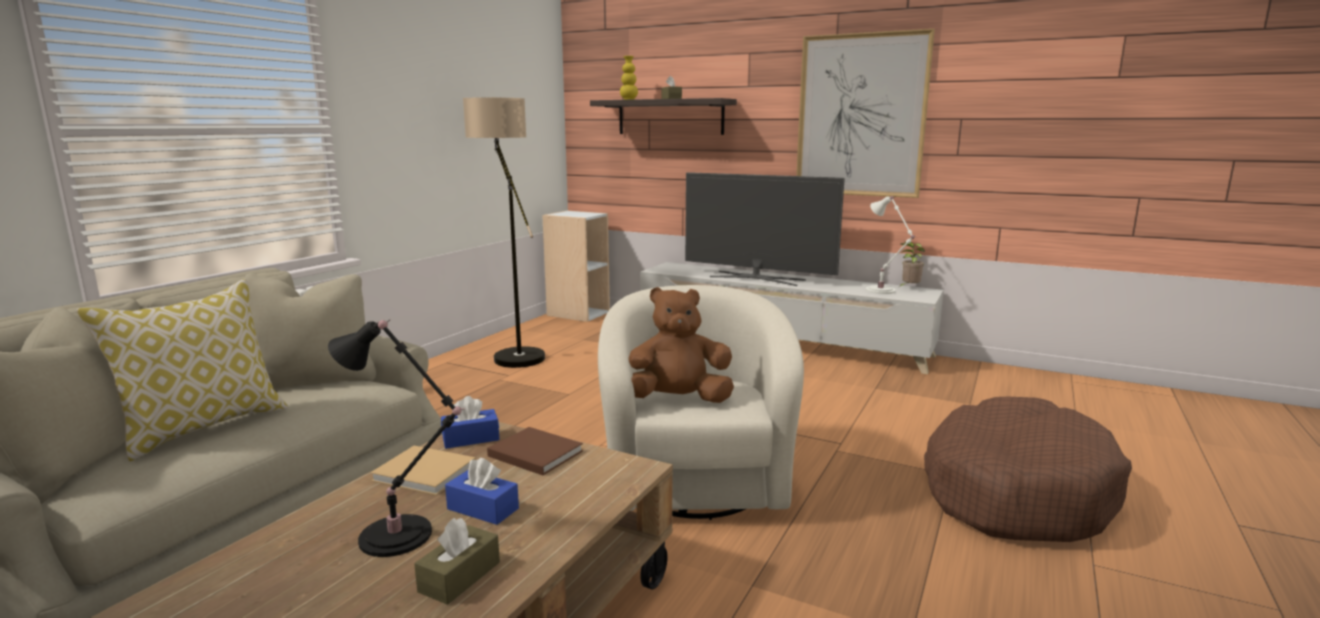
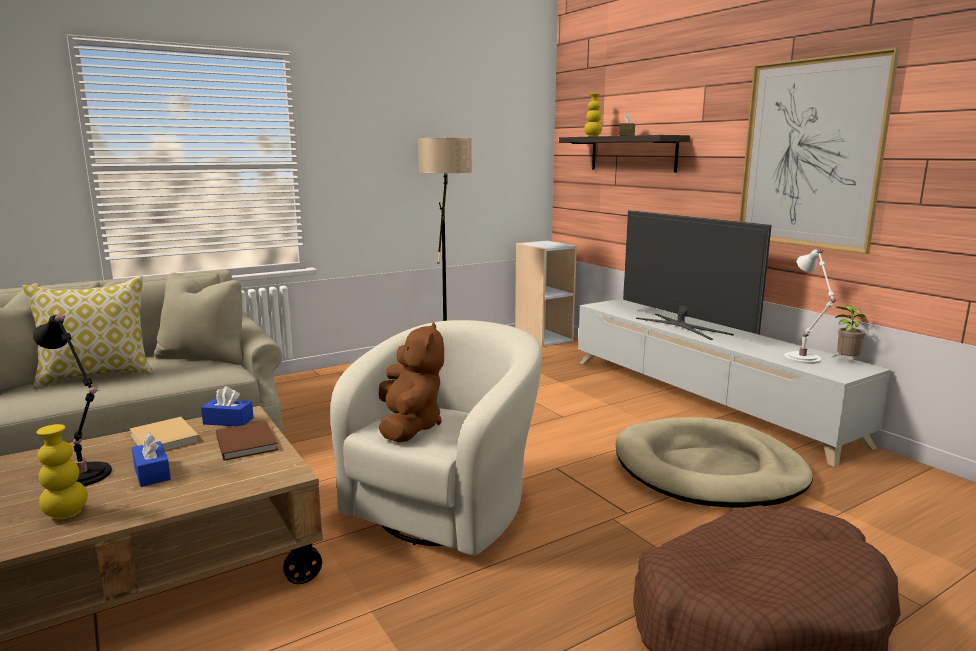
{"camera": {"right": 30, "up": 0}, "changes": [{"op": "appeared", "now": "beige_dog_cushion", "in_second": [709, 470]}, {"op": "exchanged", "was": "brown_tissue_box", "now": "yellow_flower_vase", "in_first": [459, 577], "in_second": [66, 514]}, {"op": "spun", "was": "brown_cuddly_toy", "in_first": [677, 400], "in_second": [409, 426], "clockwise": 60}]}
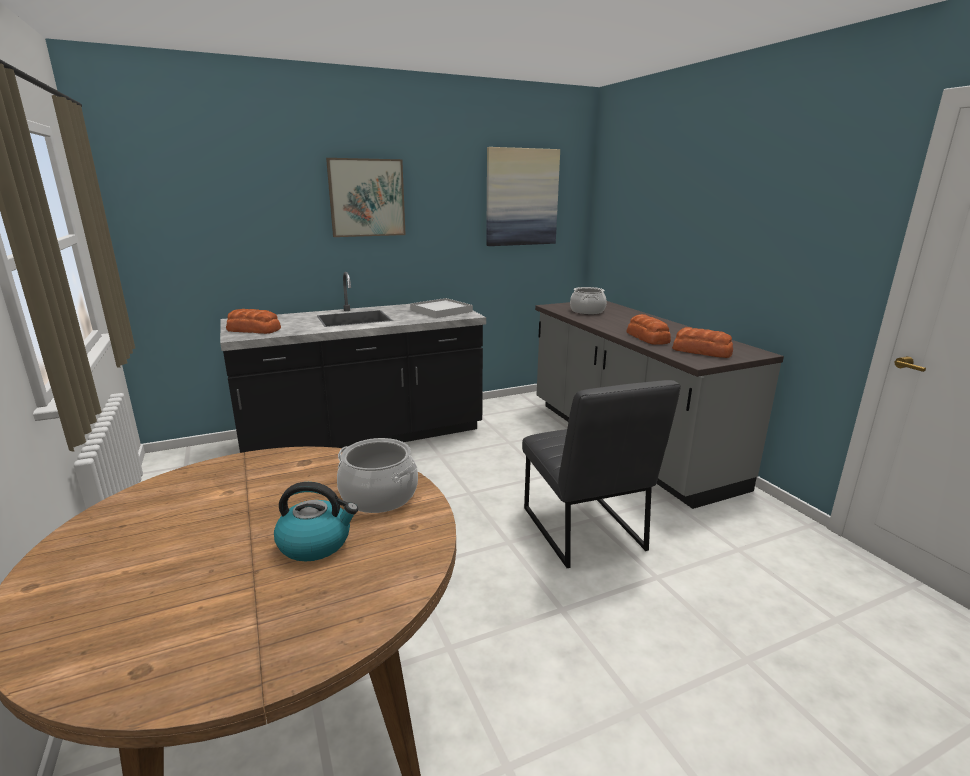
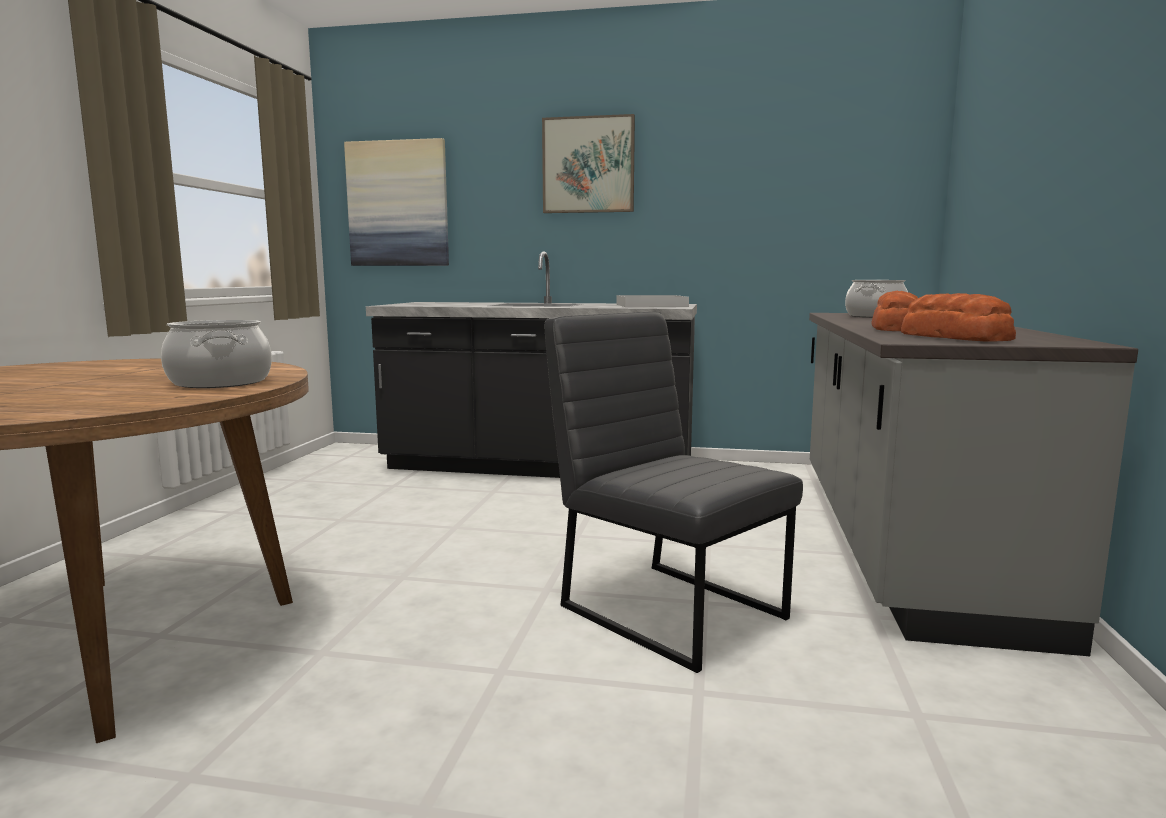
{"camera": {"right": 35, "up": -10}, "changes": [{"op": "missing", "was": "bakery_bread", "in_first": [253, 330]}, {"op": "missing", "was": "kettle", "in_first": [316, 543]}, {"op": "relocated", "was": "wall_art", "in_first": [521, 197], "in_second": [398, 204]}, {"op": "spun", "was": "gray_chair", "in_first": [583, 530], "in_second": [668, 609], "clockwise": 120}]}
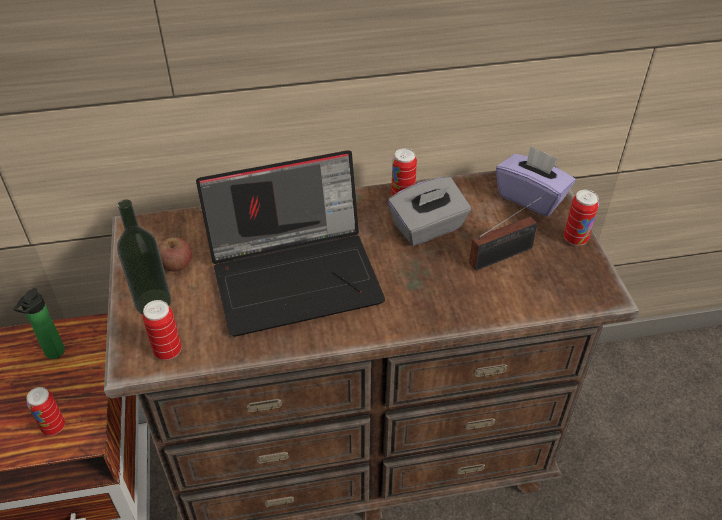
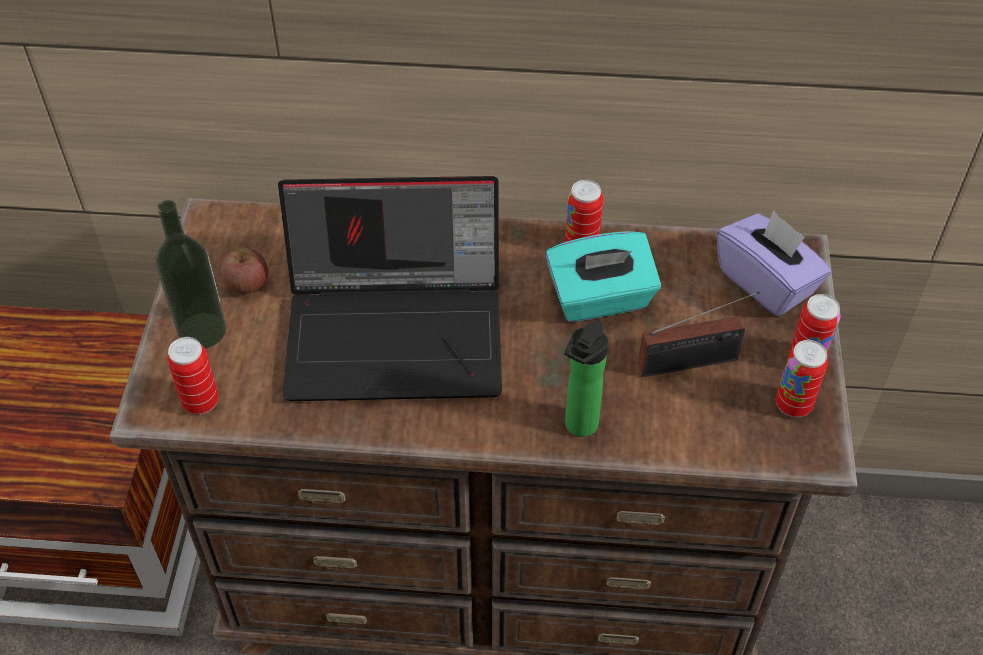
{"camera": {"right": 15, "up": 5}, "changes": [{"op": "relocated", "was": "drink_bottle", "in_first": [53, 354], "in_second": [578, 427]}, {"op": "relocated", "was": "can", "in_first": [53, 426], "in_second": [793, 405]}, {"op": "colour", "was": "gray_tissue_box", "now": "turquoise-coloured_tissue_box", "in_first": [428, 228], "in_second": [600, 299]}]}
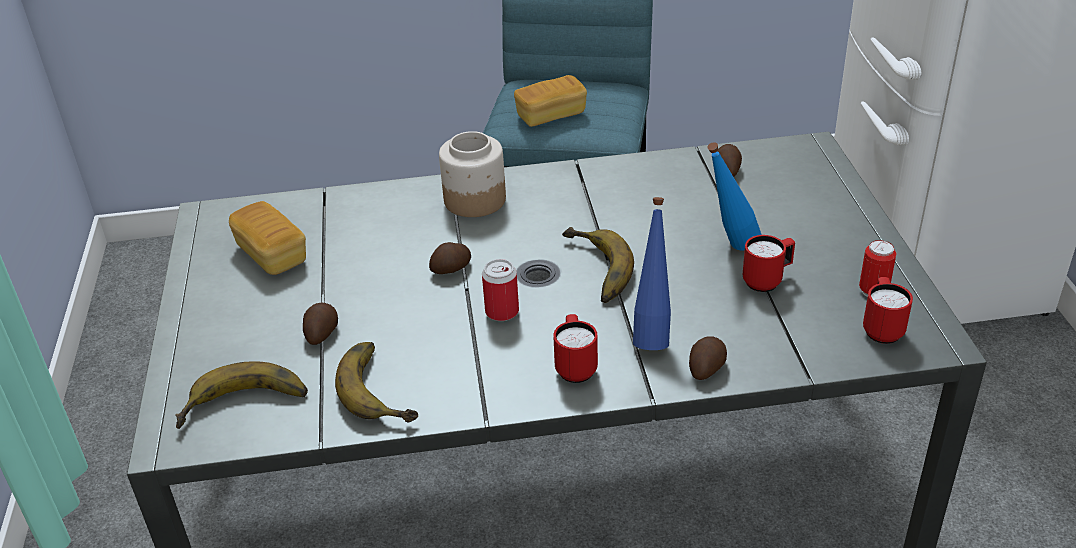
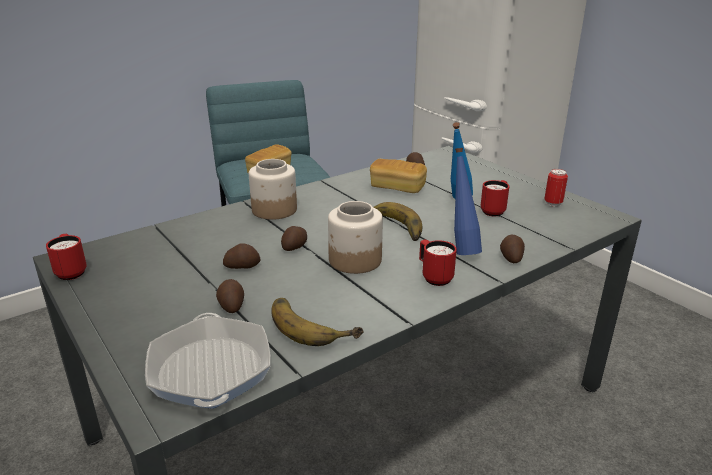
{"camera": {"right": -30, "up": -10}, "changes": [{"op": "appeared", "now": "spud", "in_second": [242, 266]}, {"op": "relocated", "was": "bakery_bread", "in_first": [272, 254], "in_second": [397, 187]}, {"op": "relocated", "was": "red-coloured_coffee_mug", "in_first": [881, 328], "in_second": [71, 271]}, {"op": "exchanged", "was": "banana", "now": "pan", "in_first": [245, 408], "in_second": [210, 370]}, {"op": "exchanged", "was": "can", "now": "preserve_jar", "in_first": [502, 311], "in_second": [355, 260]}]}
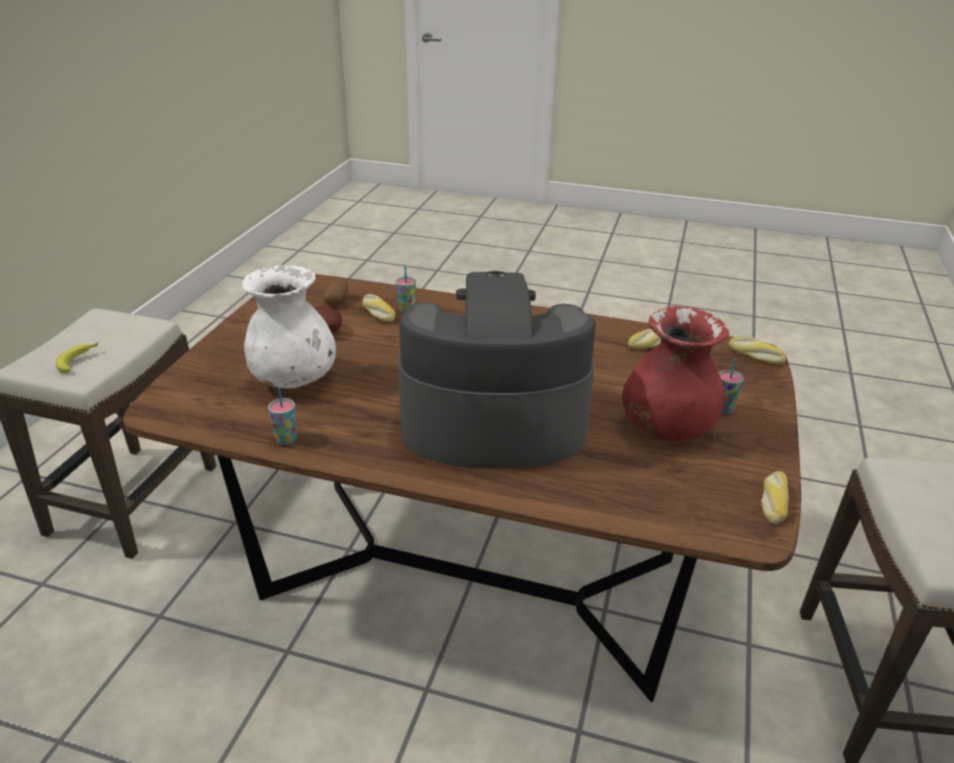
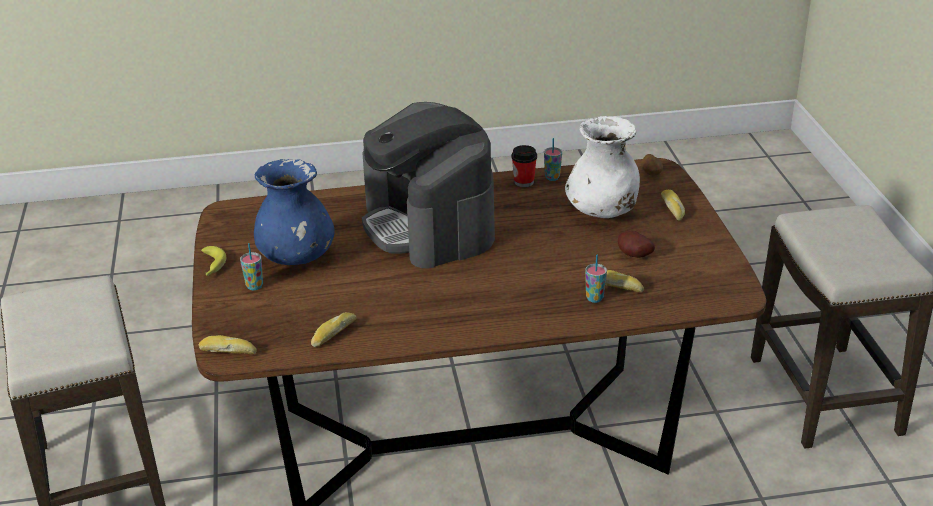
{"camera": {"right": 155, "up": 0}, "changes": [{"op": "appeared", "now": "small_cup", "in_second": [524, 182]}, {"op": "relocated", "was": "banana", "in_first": [79, 360], "in_second": [211, 266]}, {"op": "relocated", "was": "spud", "in_first": [336, 302], "in_second": [651, 174]}, {"op": "relocated", "was": "bakery_bread", "in_first": [772, 501], "in_second": [673, 209]}, {"op": "colour", "was": "red-coloured_flower_vase", "now": "blue_flower_vase", "in_first": [666, 429], "in_second": [297, 257]}, {"op": "spun", "was": "coffee_maker", "in_first": [491, 421], "in_second": [429, 226], "clockwise": 90}]}
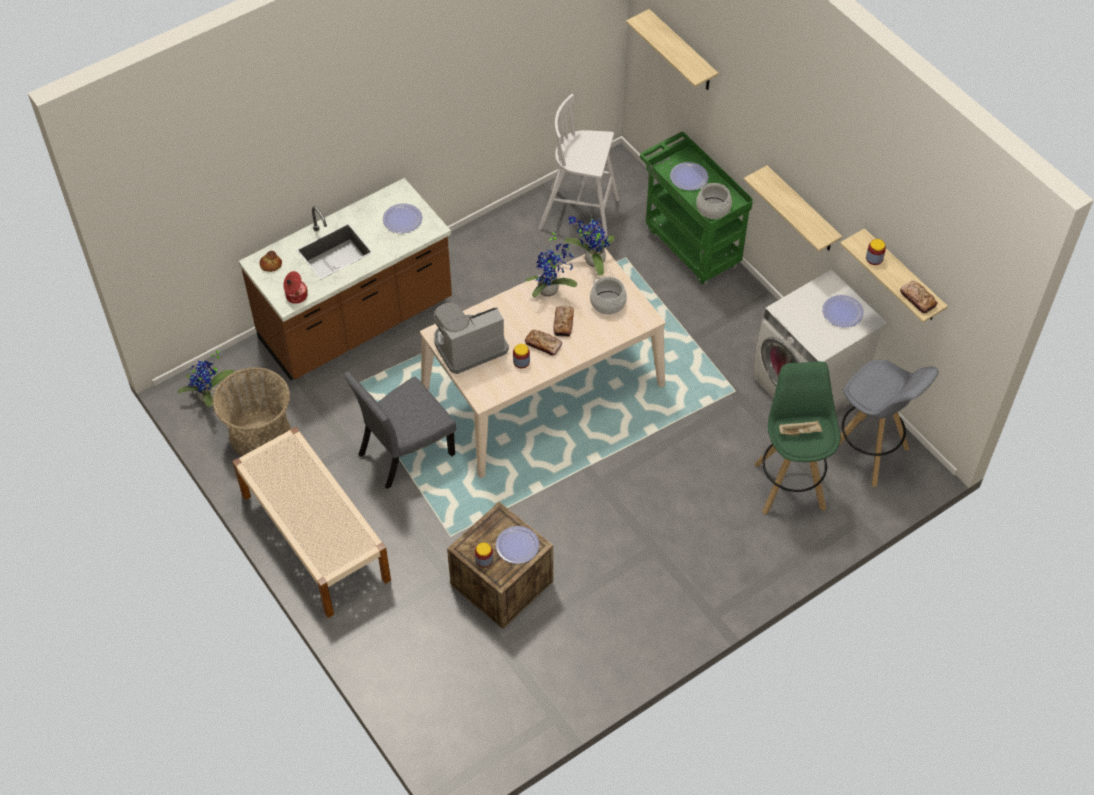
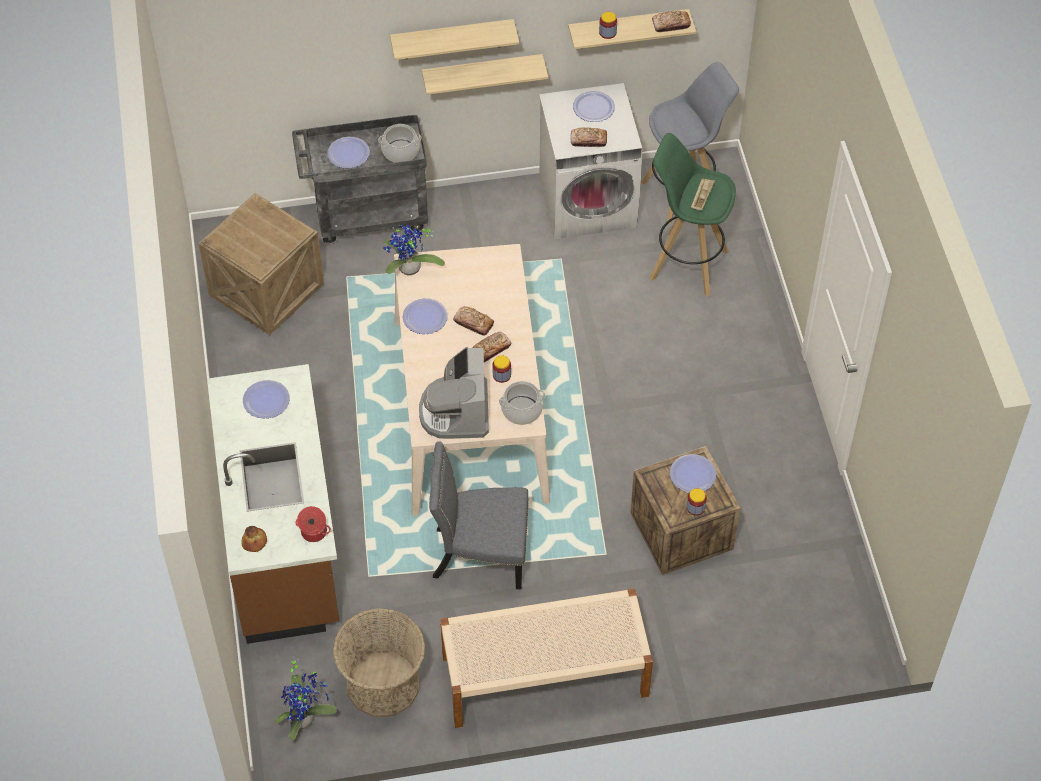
{"camera": {"right": -65, "up": 0}, "changes": [{"op": "appeared", "now": "bakery_bread", "in_second": [588, 140]}, {"op": "relocated", "was": "cooking_pot", "in_first": [608, 303], "in_second": [522, 410]}, {"op": "relocated", "was": "bracket_shelf", "in_first": [682, 52], "in_second": [452, 39]}, {"op": "exchanged", "was": "plant_in_a_pot", "now": "flat_dish", "in_first": [551, 290], "in_second": [425, 317]}, {"op": "exchanged", "was": "white-coloured_sitting_stool", "now": "crate", "in_first": [580, 214], "in_second": [265, 291]}, {"op": "colour", "was": "green_cart", "now": "black-coloured_cart", "in_first": [688, 247], "in_second": [366, 222]}, {"op": "spun", "was": "gray_chair", "in_first": [406, 451], "in_second": [481, 555], "clockwise": 105}]}
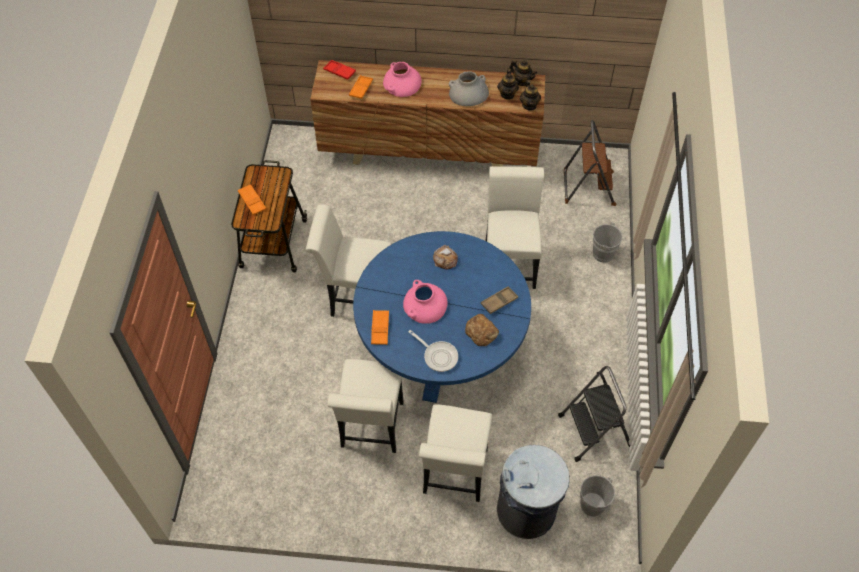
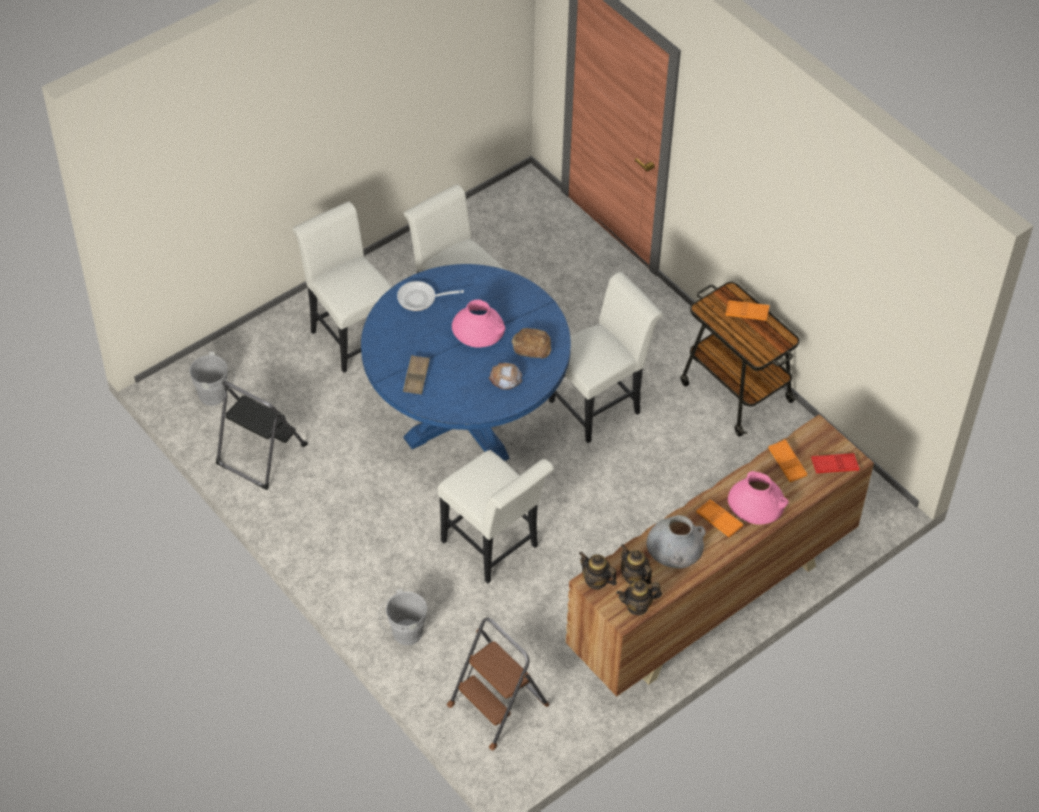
{"camera": {"right": 135, "up": -5}, "changes": [{"op": "missing", "was": "gray_waste_bin", "in_first": [526, 511]}, {"op": "relocated", "was": "orangey_serving_tray", "in_first": [380, 329], "in_second": [719, 520]}, {"op": "relocated", "was": "bakery_bread", "in_first": [481, 332], "in_second": [531, 346]}]}
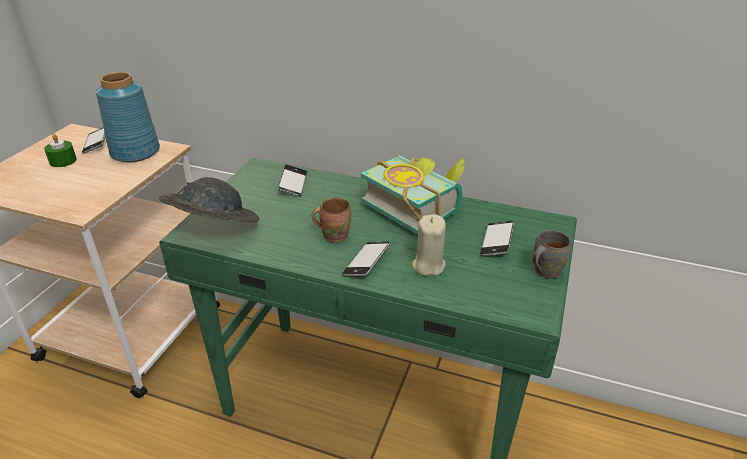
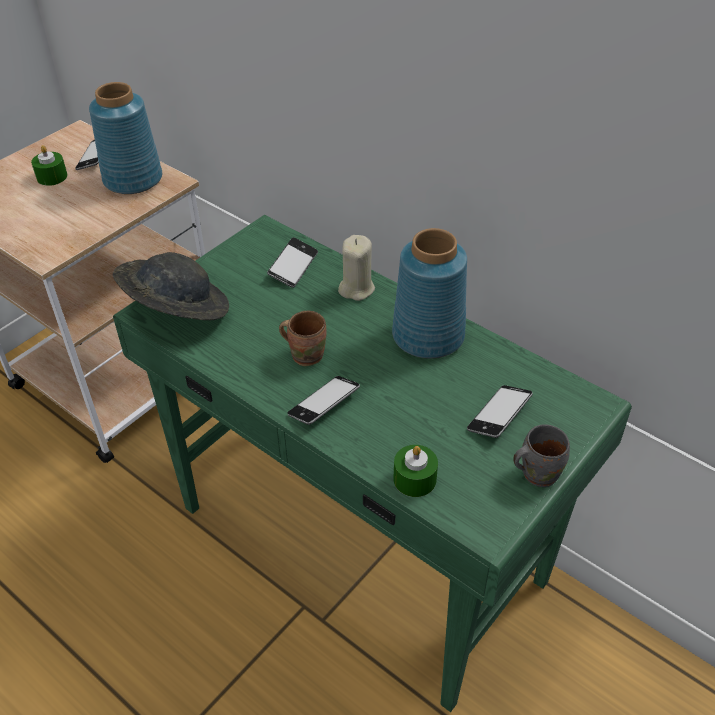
{"camera": {"right": 20, "up": 10}, "changes": [{"op": "appeared", "now": "green_wax_candle", "in_second": [414, 479]}, {"op": "relocated", "was": "beige_wax_candle", "in_first": [428, 265], "in_second": [356, 288]}, {"op": "exchanged", "was": "book", "now": "blue_flower_vase", "in_first": [417, 207], "in_second": [427, 336]}]}
